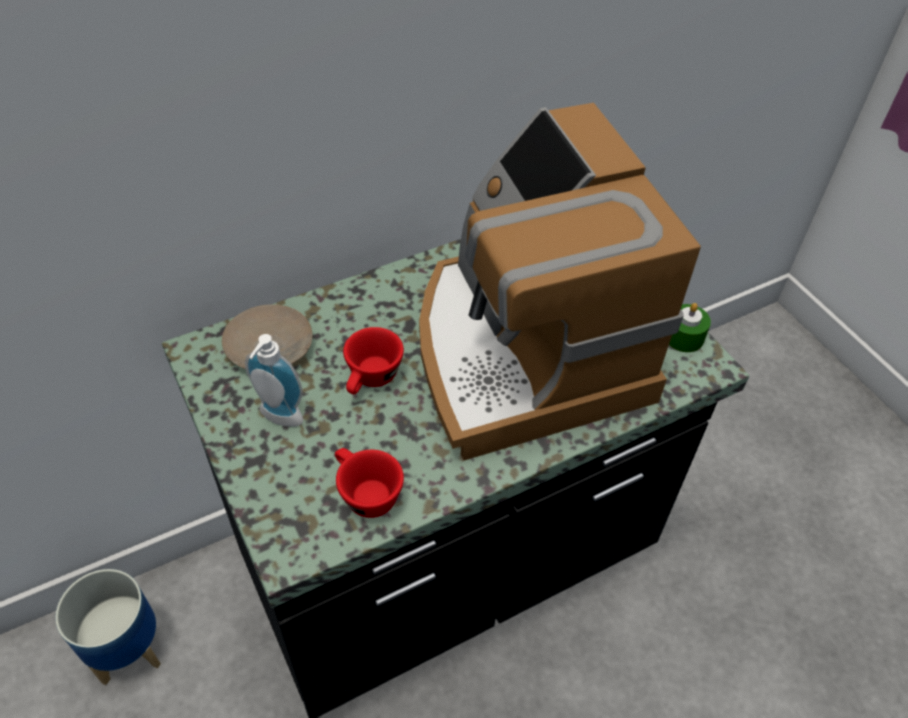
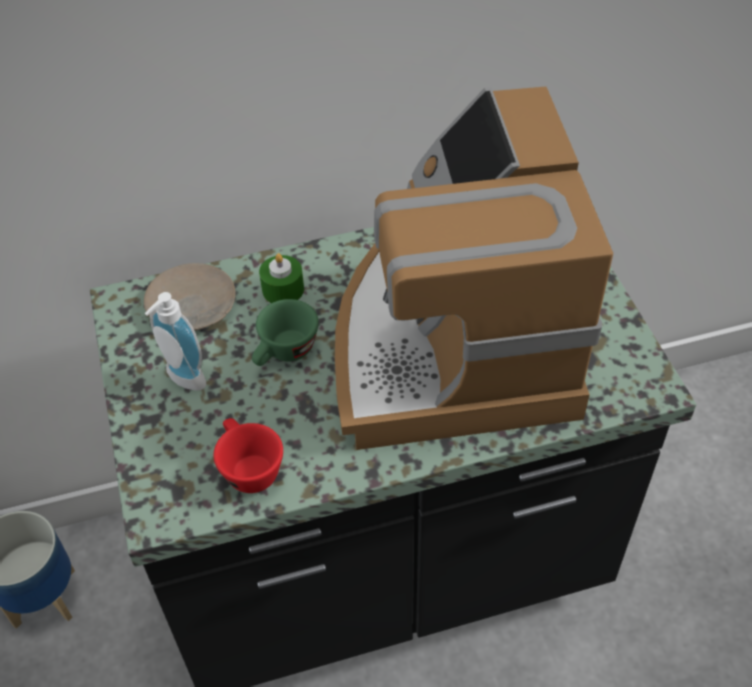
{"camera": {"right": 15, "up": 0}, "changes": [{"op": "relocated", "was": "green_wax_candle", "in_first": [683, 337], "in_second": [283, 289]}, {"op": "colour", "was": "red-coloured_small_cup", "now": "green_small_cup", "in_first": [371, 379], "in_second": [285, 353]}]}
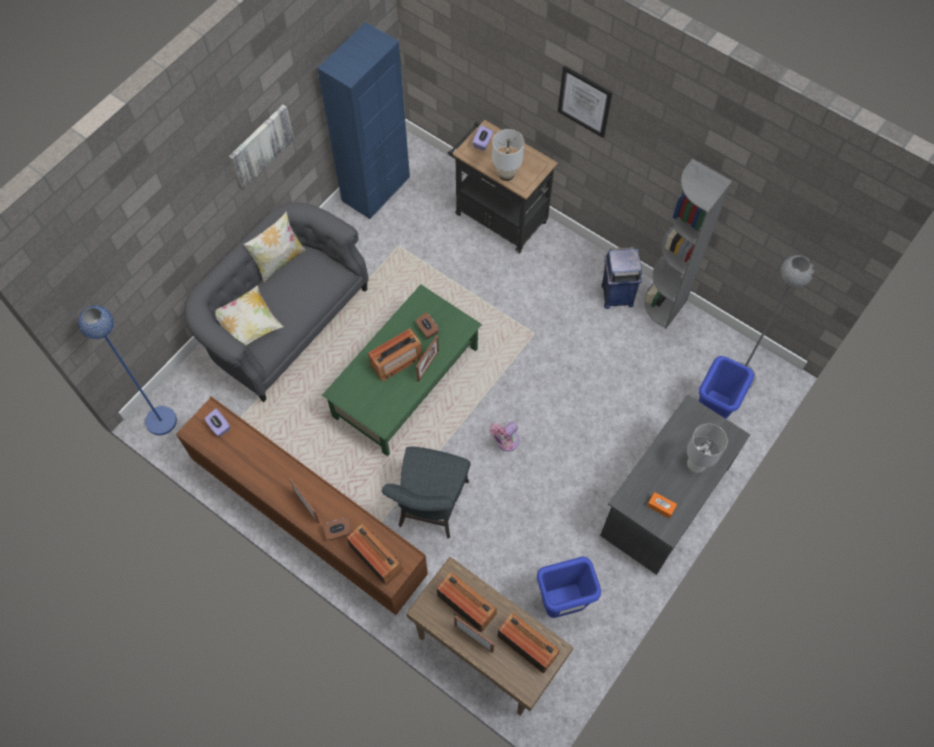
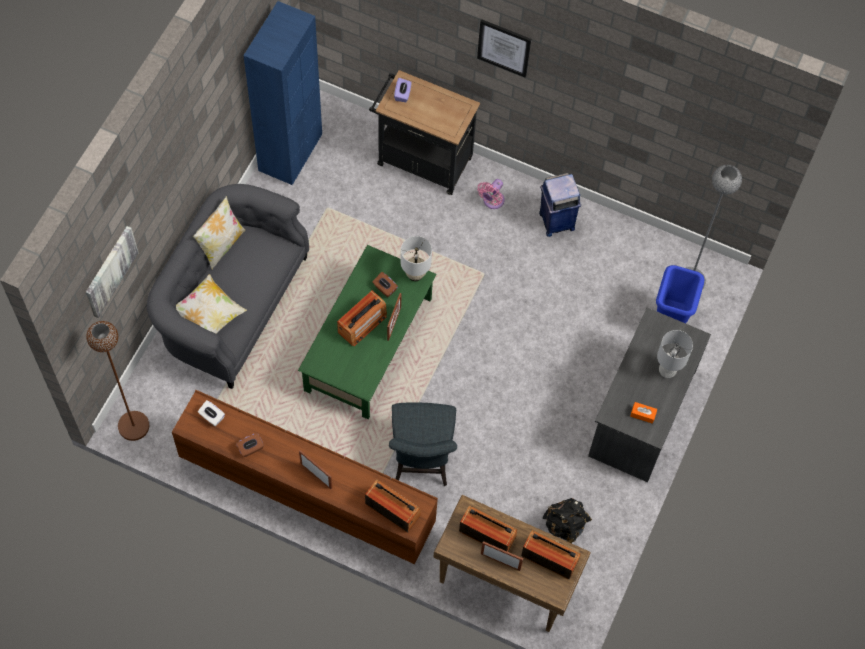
{"camera": {"right": -15, "up": 0}, "changes": [{"op": "missing", "was": "gray_bookcase", "in_first": [661, 307]}, {"op": "relocated", "was": "wall_art", "in_first": [260, 146], "in_second": [110, 271]}, {"op": "relocated", "was": "brown_tissue_box", "in_first": [338, 532], "in_second": [251, 448]}, {"op": "relocated", "was": "pinkish_electric_fan", "in_first": [505, 442], "in_second": [492, 201]}, {"op": "relocated", "was": "white-coloured_tabletop_lamp", "in_first": [506, 174], "in_second": [415, 274]}, {"op": "exchanged", "was": "blue_waste_bin", "now": "black-coloured_backpack", "in_first": [561, 604], "in_second": [565, 525]}, {"op": "colour", "was": "blue_standing_lamp", "now": "brown_standing_lamp", "in_first": [161, 421], "in_second": [133, 426]}, {"op": "colour", "was": "purple-coloured_tissue_box", "now": "white-coloured_tissue_box", "in_first": [219, 426], "in_second": [212, 417]}]}
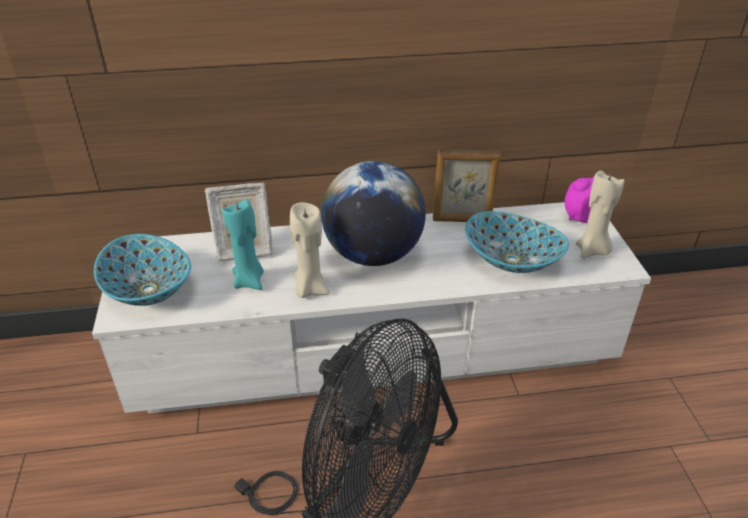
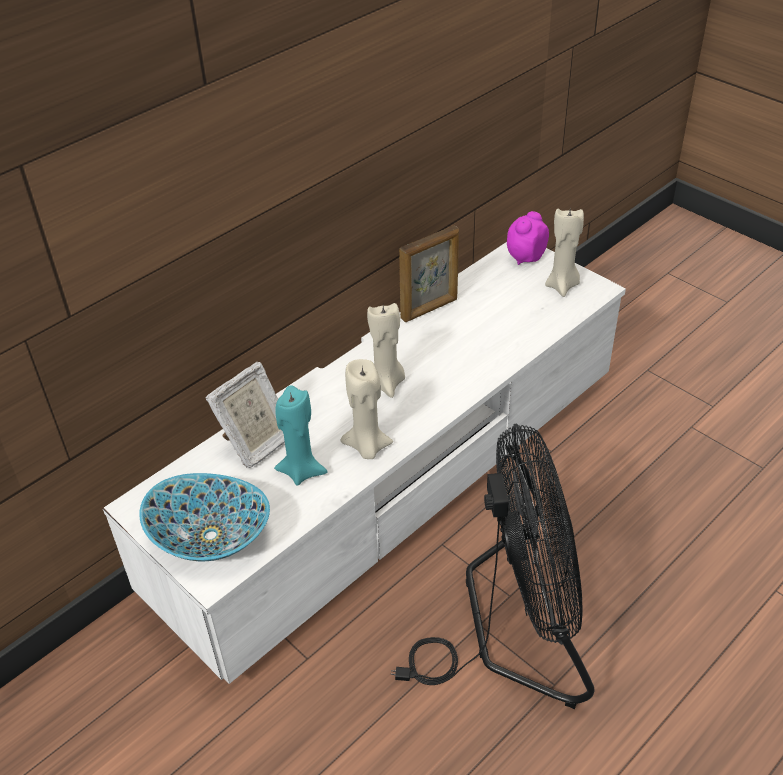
{"camera": {"right": -35, "up": 5}, "changes": [{"op": "missing", "was": "serving_bowl", "in_first": [512, 260]}, {"op": "exchanged", "was": "globe", "now": "beige_wax_candle", "in_first": [373, 255], "in_second": [387, 383]}]}
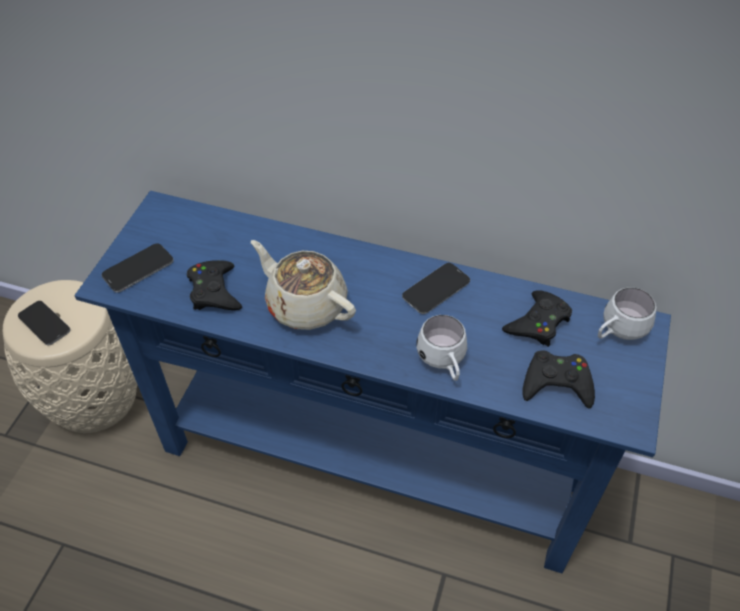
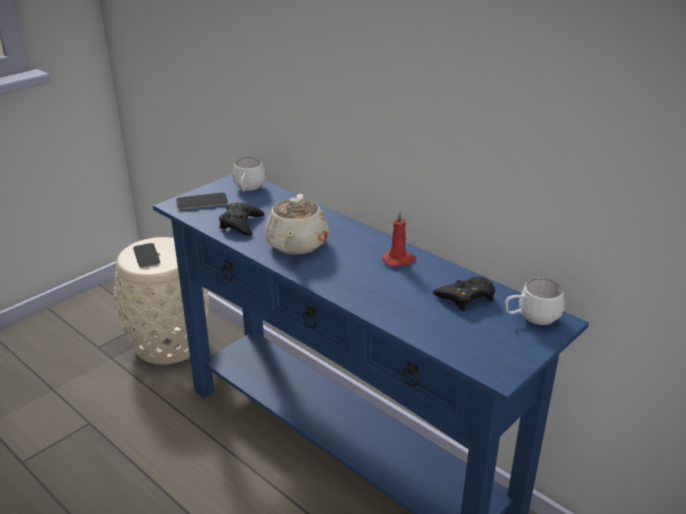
{"camera": {"right": 25, "up": -20}, "changes": [{"op": "missing", "was": "black-coloured_gamepad", "in_first": [556, 383]}, {"op": "relocated", "was": "white-coloured_coffee_mug", "in_first": [443, 363], "in_second": [248, 190]}, {"op": "exchanged", "was": "handset", "now": "red-coloured_wax_candle", "in_first": [436, 289], "in_second": [399, 260]}, {"op": "spun", "was": "beige_pot_for_tea", "in_first": [305, 304], "in_second": [296, 244], "clockwise": -150}]}
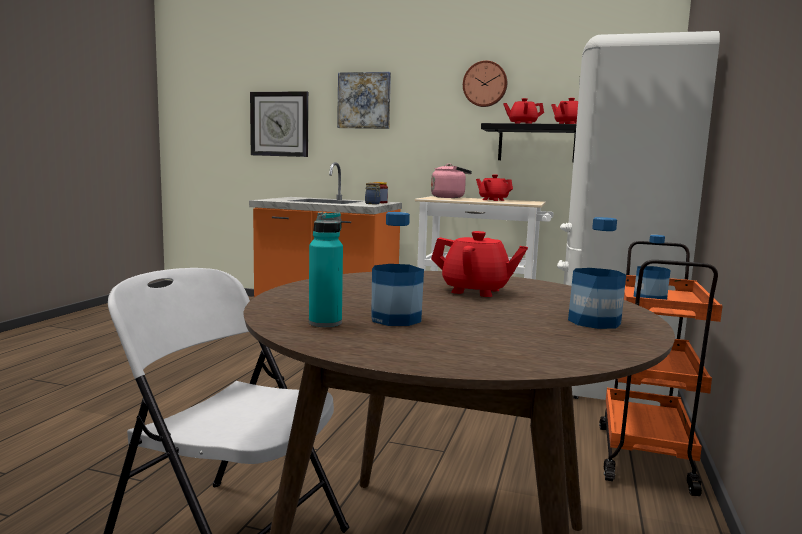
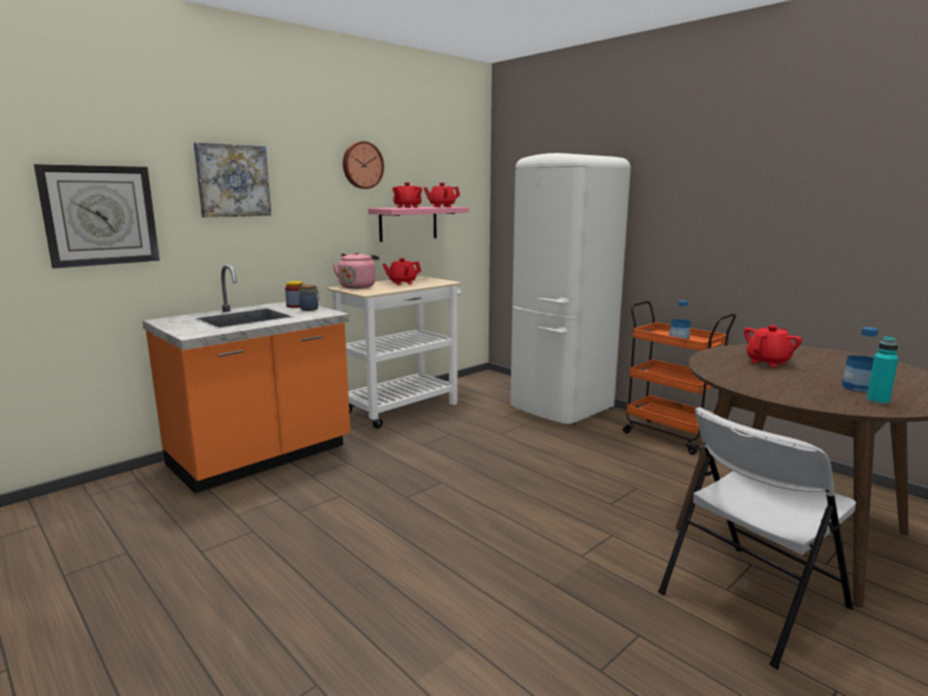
{"camera": {"right": -60, "up": 5}, "changes": [{"op": "missing", "was": "drink_bottle", "in_first": [594, 322]}, {"op": "colour", "was": "black-coloured_bracket_shelf", "now": "pinkish_bracket_shelf", "in_first": [537, 144], "in_second": [408, 223]}]}
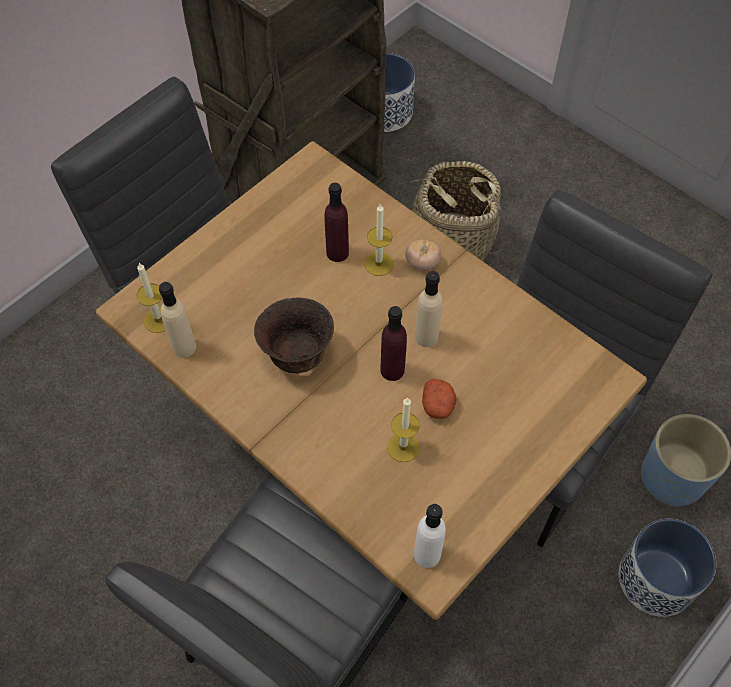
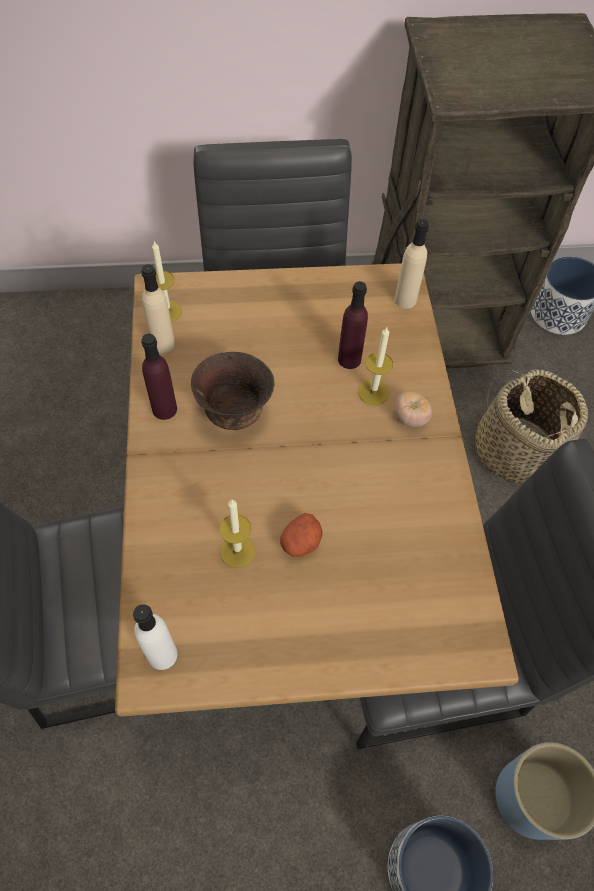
{"camera": {"right": 40, "up": 0}, "changes": [{"op": "relocated", "was": "purple-coloured_drink_bottle", "in_first": [392, 370], "in_second": [164, 409]}, {"op": "relocated", "was": "beige_drink_bottle", "in_first": [426, 337], "in_second": [405, 300]}]}
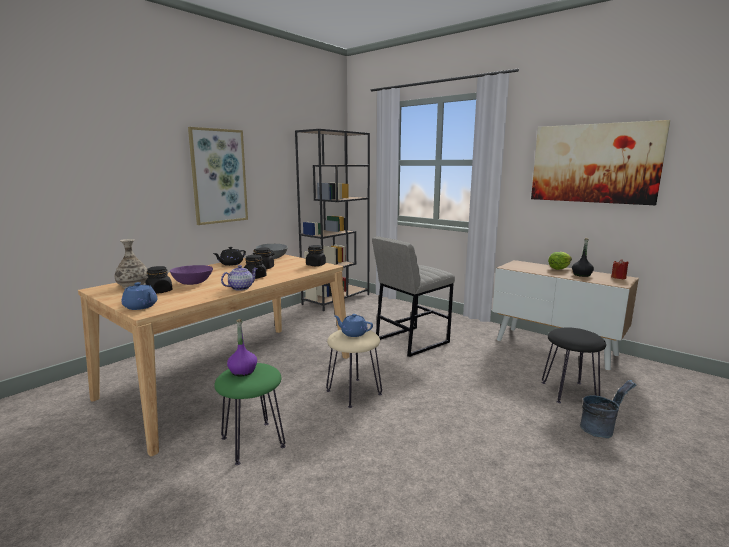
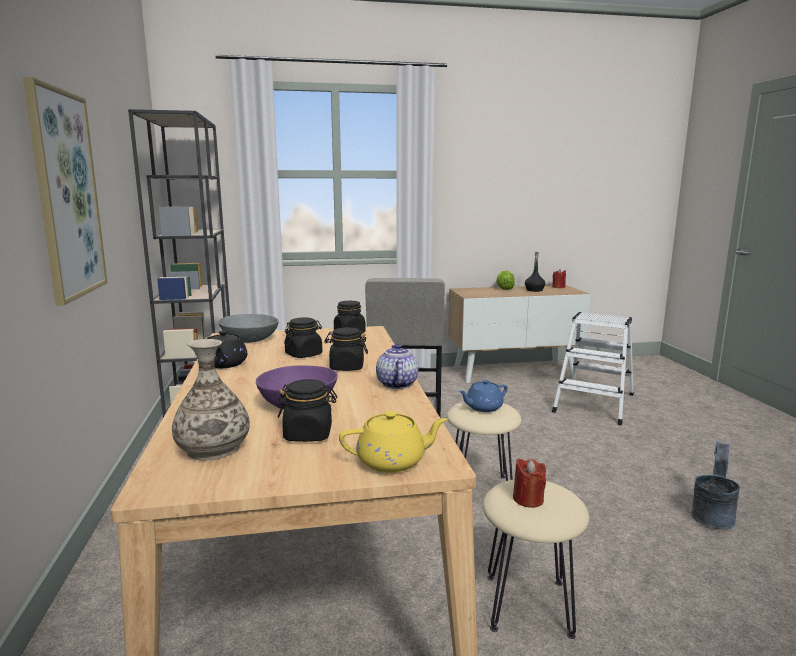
{"camera": {"right": -50, "up": 0}, "changes": [{"op": "missing", "was": "wall_art", "in_first": [594, 163]}, {"op": "relocated", "was": "gray_bucket", "in_first": [601, 429], "in_second": [712, 515]}, {"op": "exchanged", "was": "purple-coloured_drink_bottle", "now": "red-coloured_wax_candle", "in_first": [242, 371], "in_second": [528, 499]}, {"op": "exchanged", "was": "black-coloured_sitting_stool", "now": "white-coloured_step_stool", "in_first": [569, 392], "in_second": [594, 402]}, {"op": "colour", "was": "blue_pot_for_tea", "now": "yellow_pot_for_tea", "in_first": [141, 307], "in_second": [393, 461]}, {"op": "colour", "was": "green_sitting_stool", "now": "beige_sitting_stool", "in_first": [252, 442], "in_second": [528, 605]}]}
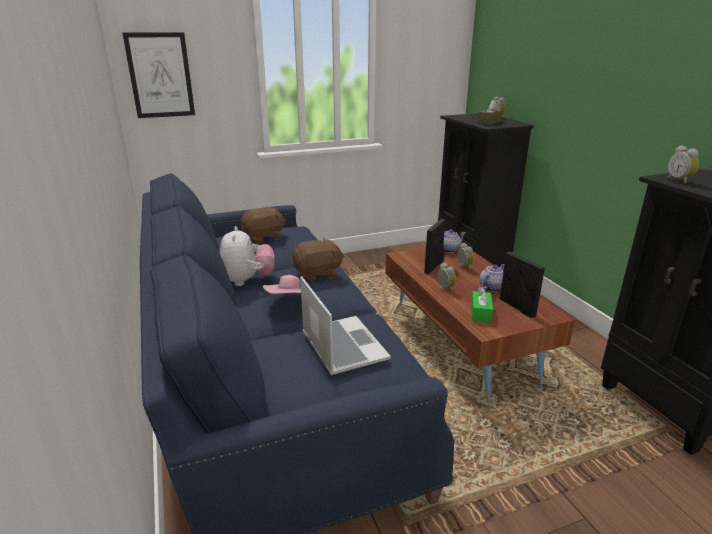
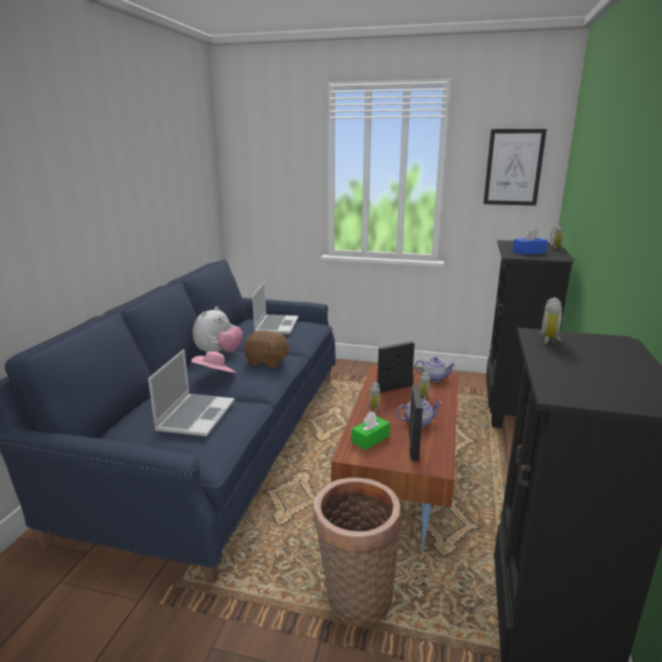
{"camera": {"right": 35, "up": -5}, "changes": [{"op": "appeared", "now": "basket", "in_second": [355, 597]}, {"op": "relocated", "was": "wall_art", "in_first": [160, 75], "in_second": [513, 167]}, {"op": "exchanged", "was": "brown_cuddly_toy", "now": "laptop", "in_first": [264, 237], "in_second": [276, 325]}, {"op": "colour", "was": "brown_tissue_box", "now": "blue_tissue_box", "in_first": [489, 122], "in_second": [529, 252]}]}
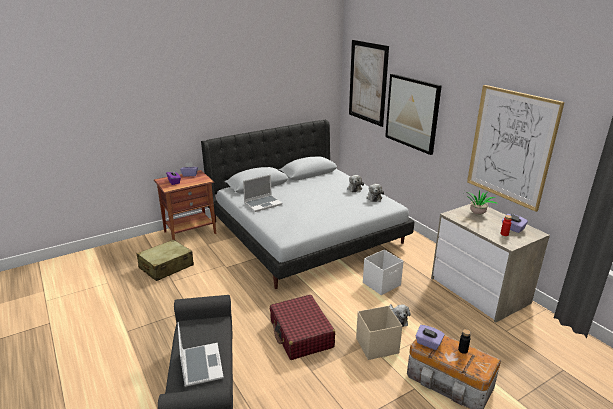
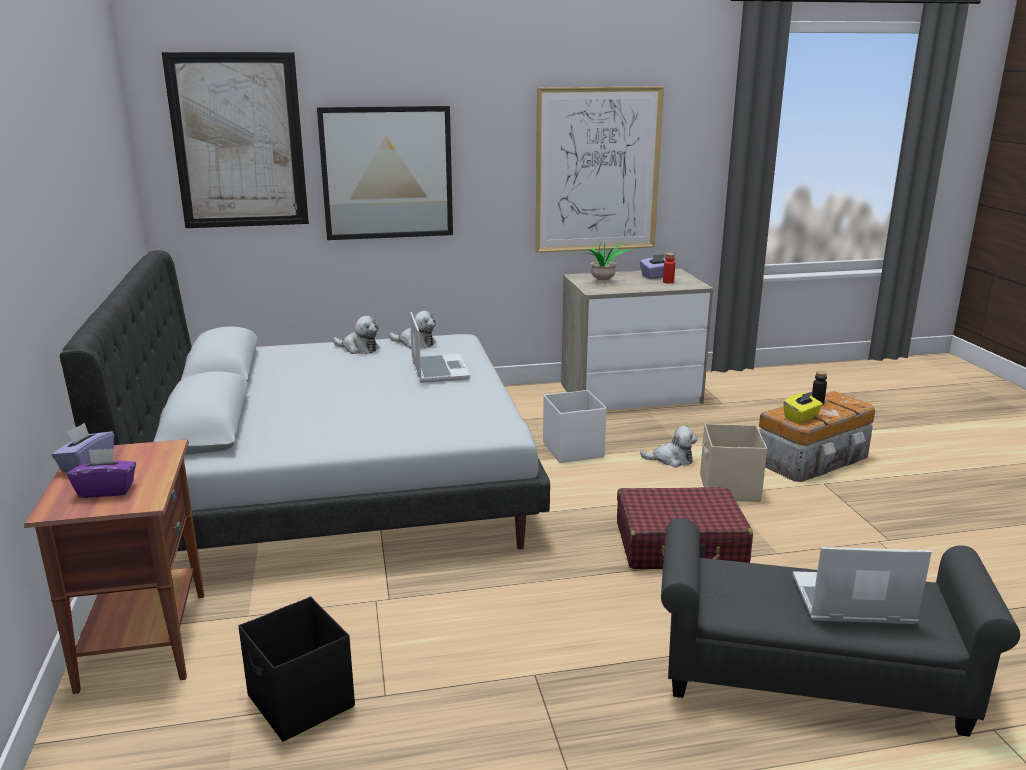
{"camera": {"right": -70, "up": -5}, "changes": [{"op": "relocated", "was": "laptop", "in_first": [263, 204], "in_second": [438, 370]}, {"op": "exchanged", "was": "beige_travel_case", "now": "black-coloured_storage_bin", "in_first": [166, 267], "in_second": [301, 703]}, {"op": "colour", "was": "purple-coloured_tissue_box", "now": "yellow_tissue_box", "in_first": [428, 343], "in_second": [801, 417]}]}
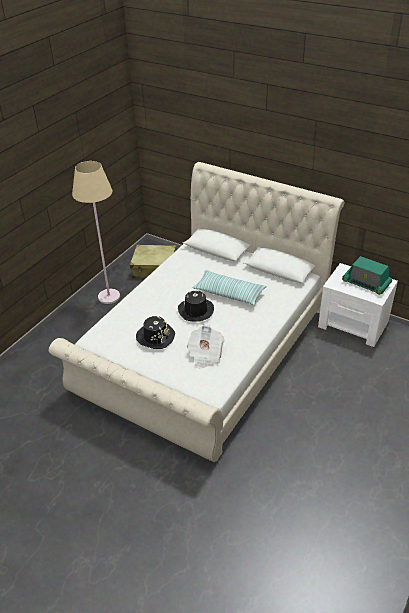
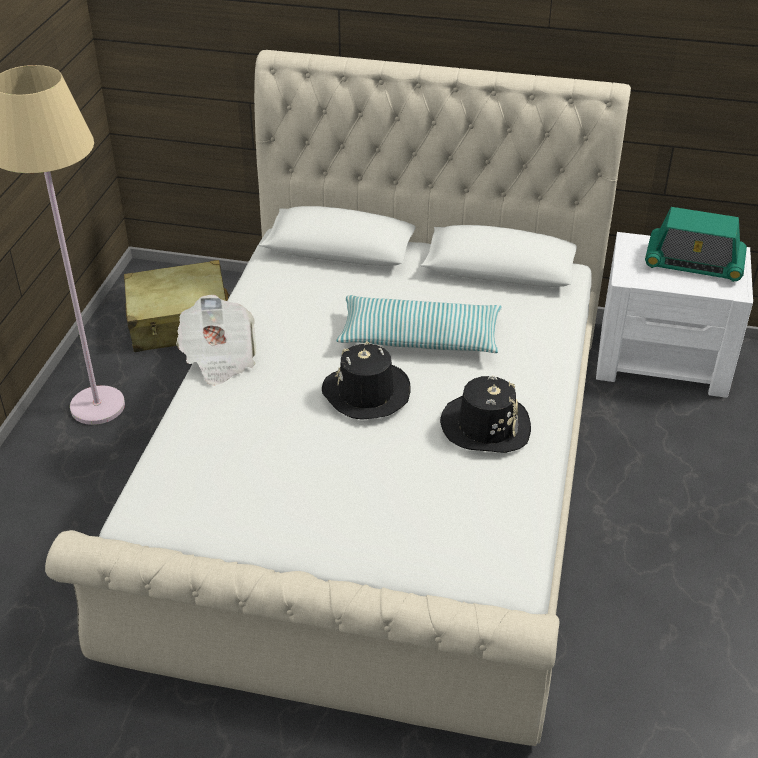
{"camera": {"right": -20, "up": 0}, "changes": [{"op": "relocated", "was": "black-coloured_clothing_hat", "in_first": [155, 337], "in_second": [486, 426]}, {"op": "relocated", "was": "daily_paper", "in_first": [205, 355], "in_second": [219, 358]}]}
